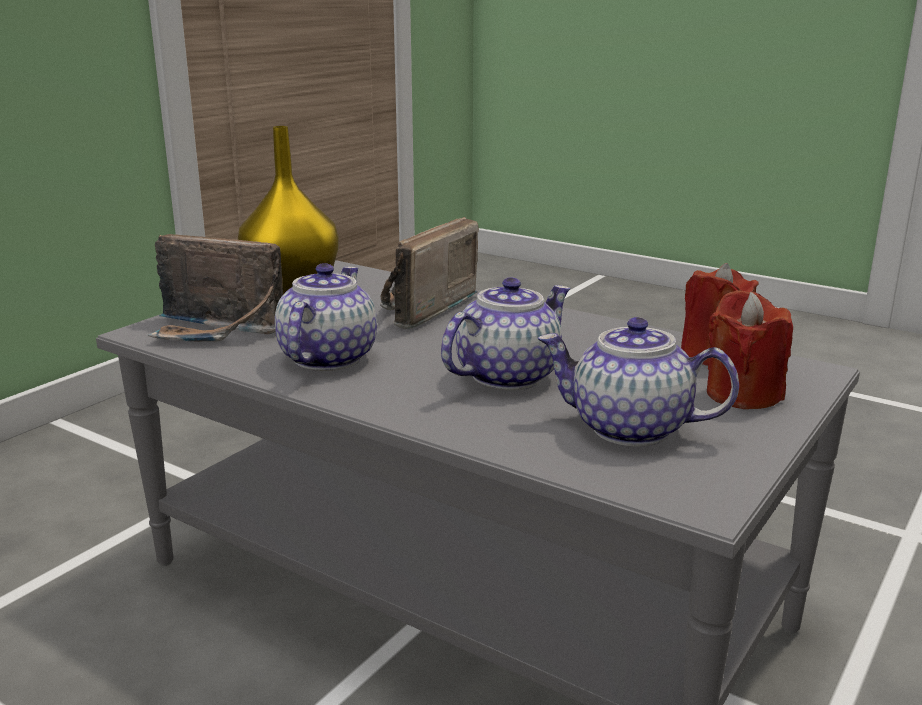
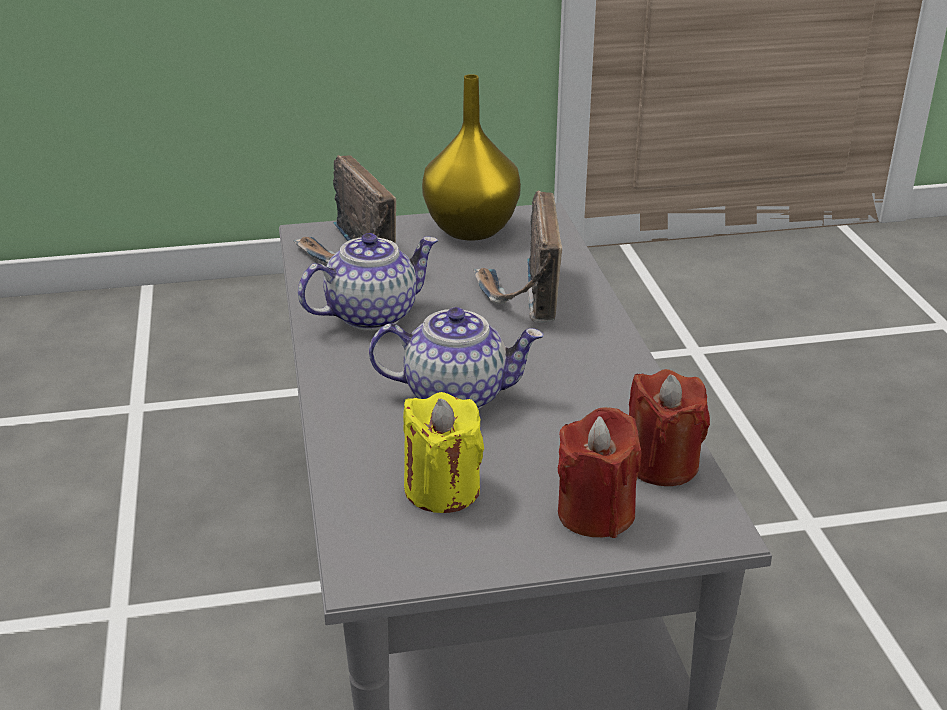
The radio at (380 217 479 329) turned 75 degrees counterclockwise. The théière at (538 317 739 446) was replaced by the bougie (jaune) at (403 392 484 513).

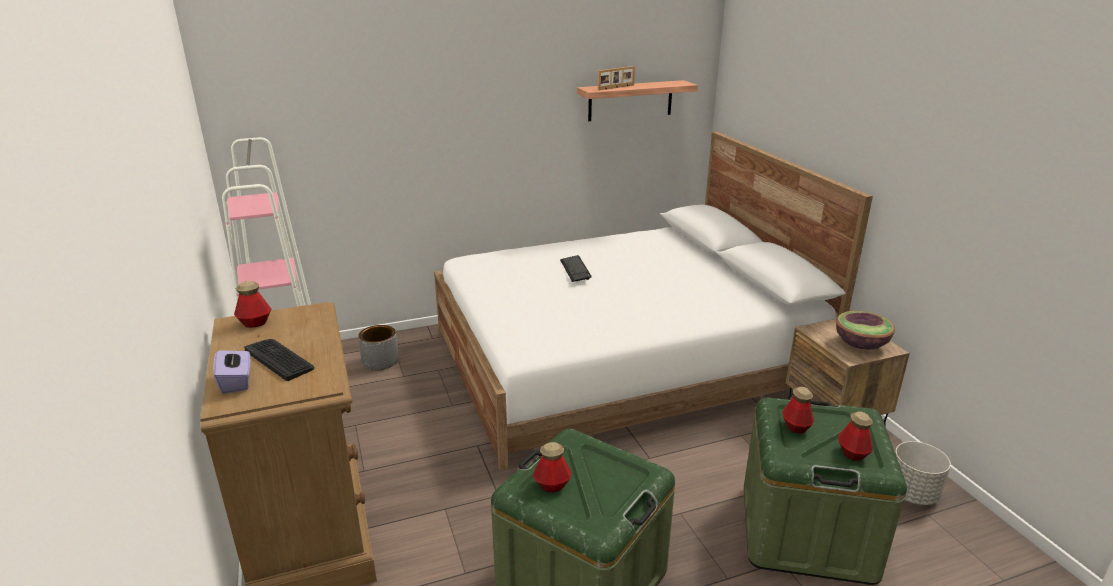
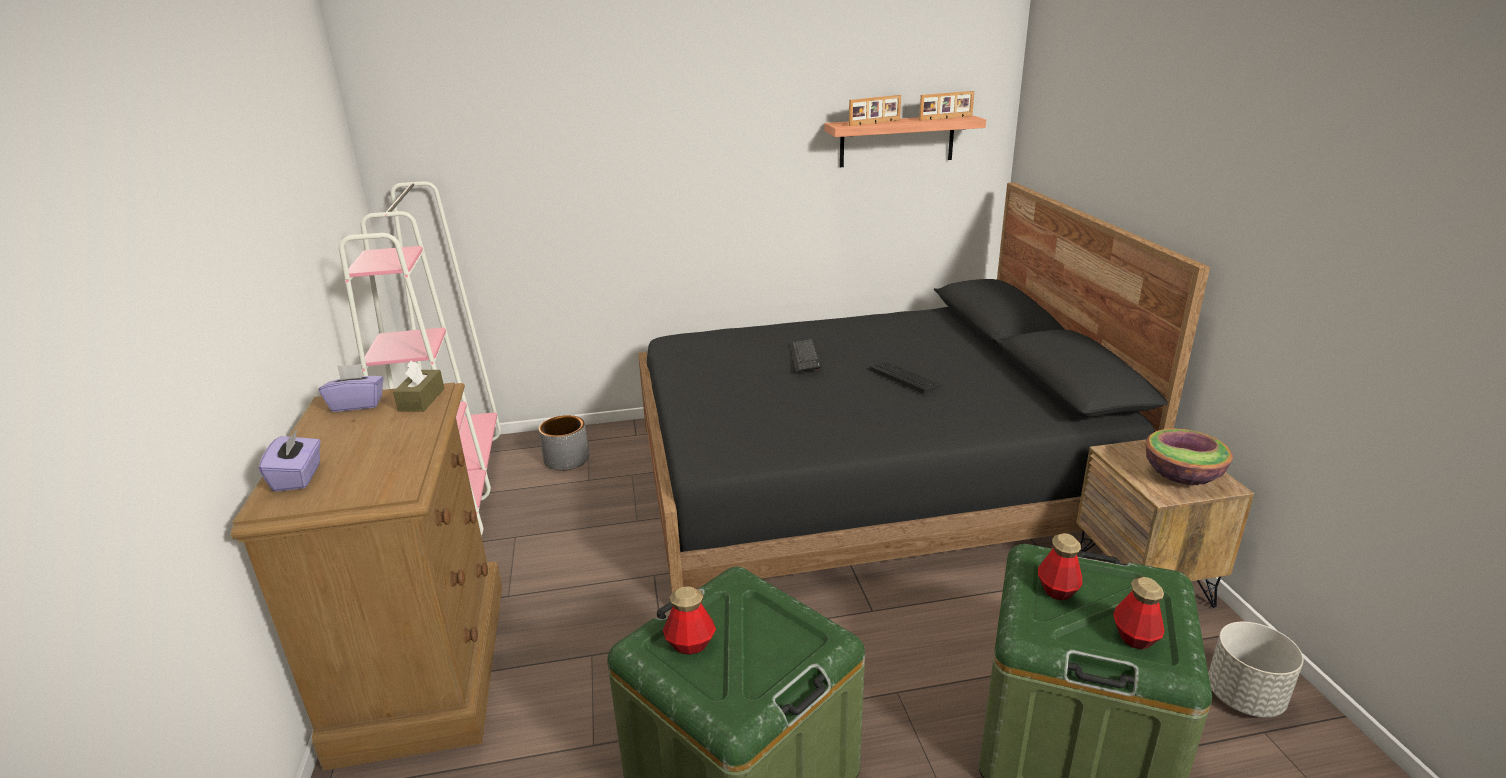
The bouteille at (234 281 271 328) was replaced by the boîte à mouchoirs (violet) at (319 364 384 412). The clavier moved from (244 339 314 381) to (870 362 941 394). The lit (blanc) at (434 131 873 471) became the lit (noir) at (638 182 1210 593). The boîte à mouchoirs (marron) at (393 360 444 412) appeared. The cadre photo at (919 91 974 121) appeared.

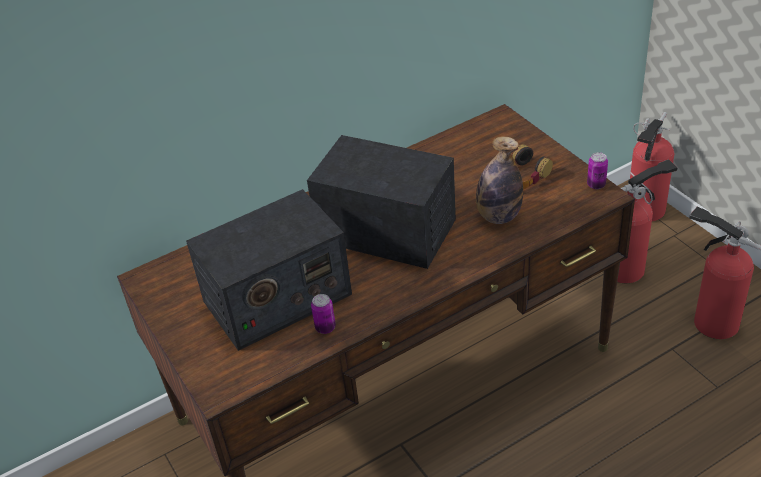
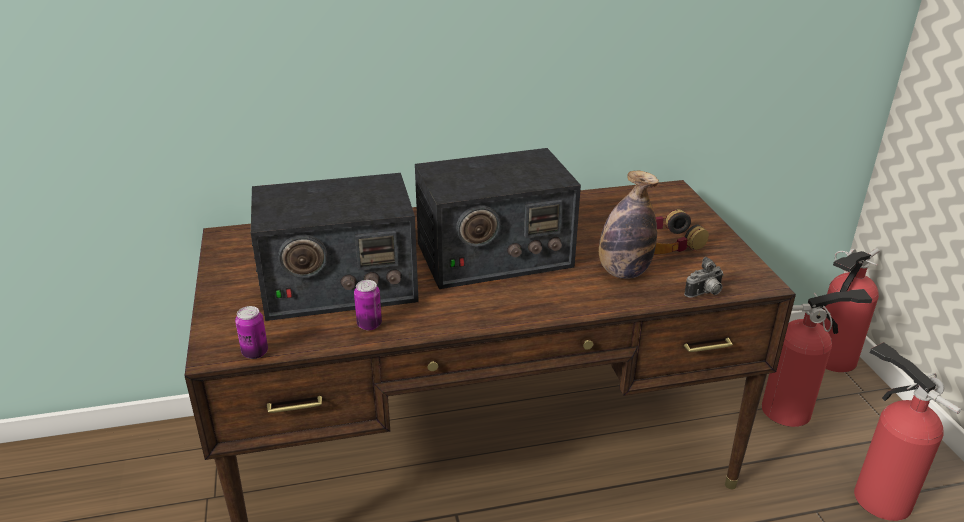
The radio at (307 135 456 269) turned 120 degrees clockwise. The boîte métallique moved from (587 152 608 189) to (235 306 268 359). The appareil photo at (684 257 723 298) appeared.

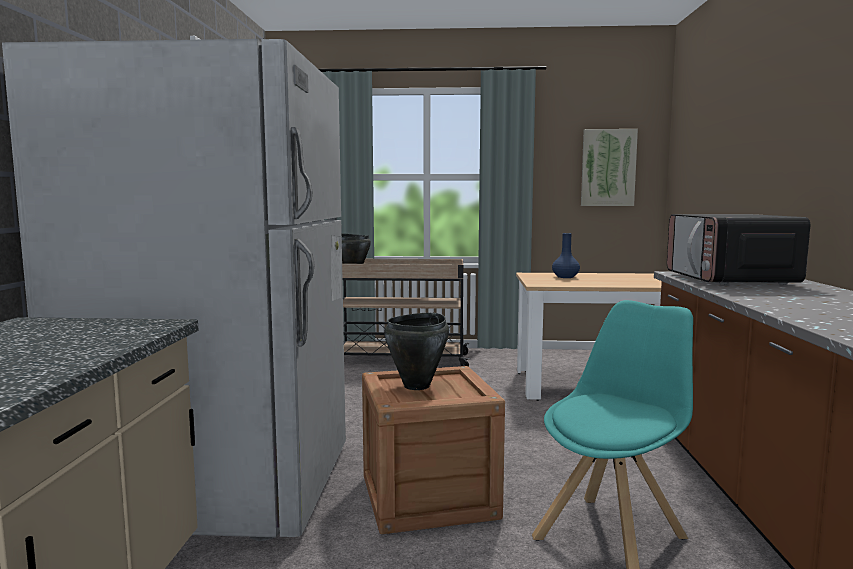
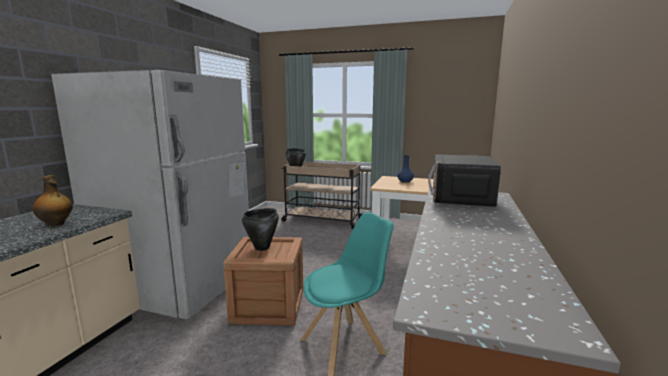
The tableau at (581 129 638 206) disappeared. The bouteille at (33 175 73 227) appeared.

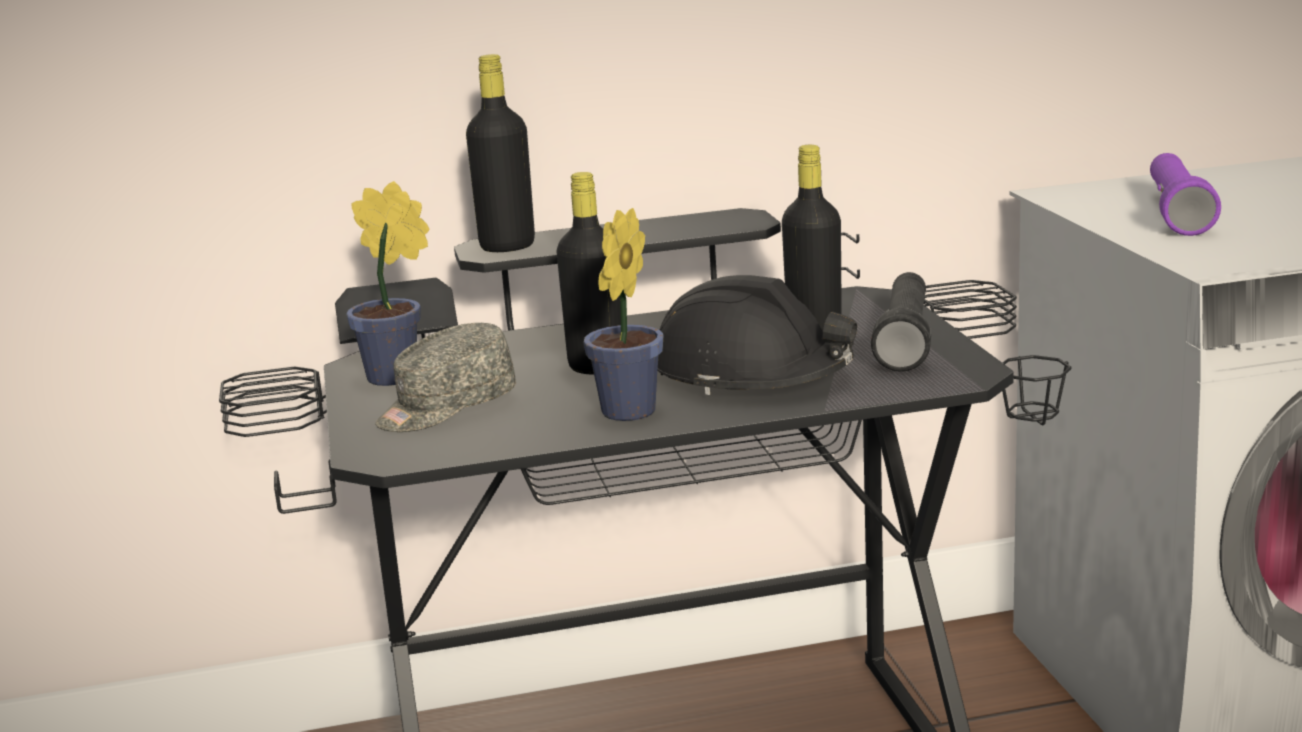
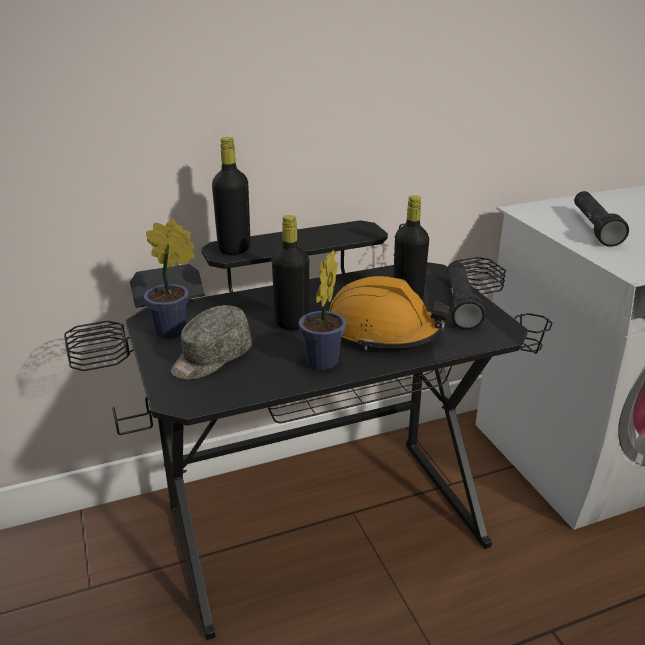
The casque de chantier (noir) at (658 275 857 395) became the casque de chantier (orange) at (329 276 450 350). The lampe de poche (violet) at (1150 153 1221 236) became the lampe de poche (noir) at (574 191 629 247).

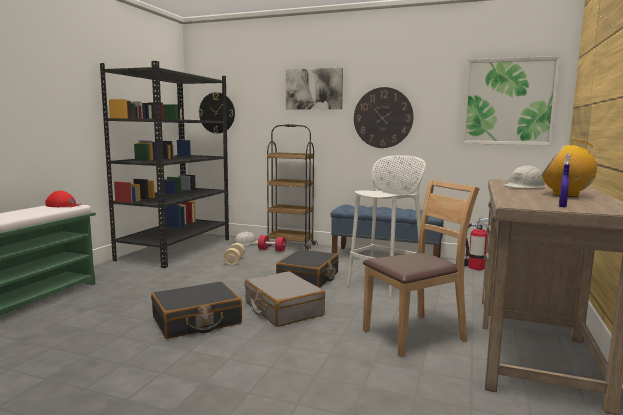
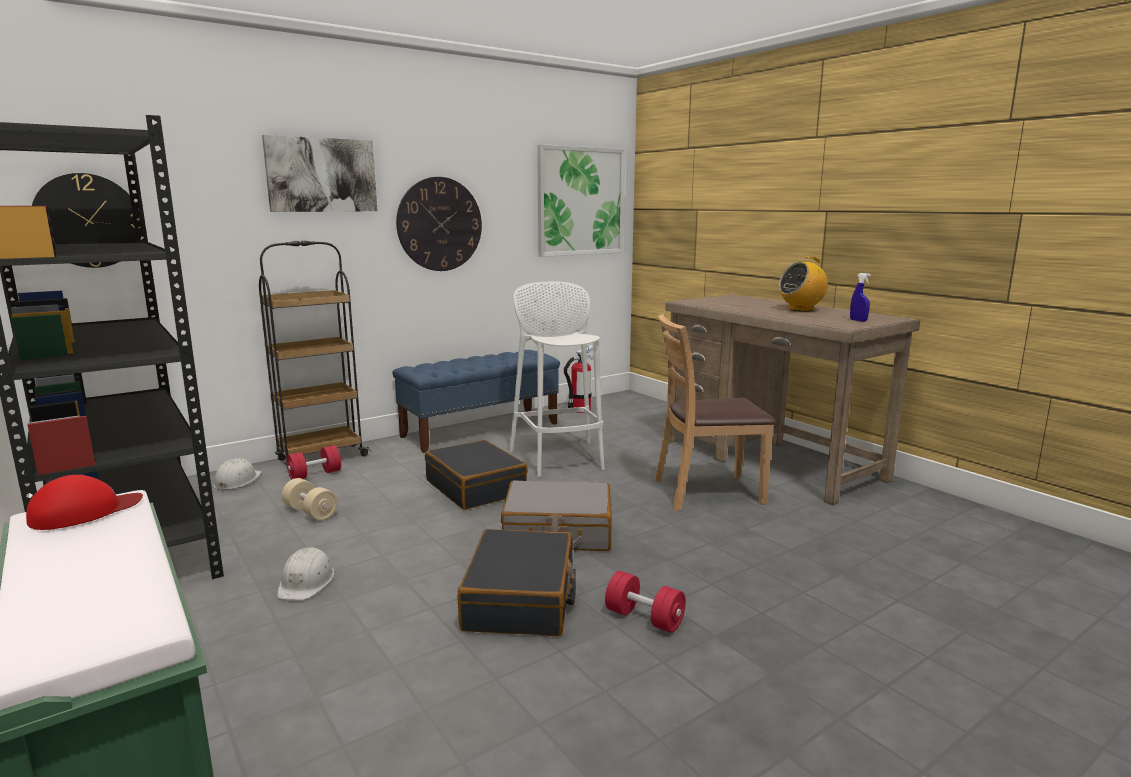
The chaise (marron) at (363 180 480 358) turned 105 degrees counterclockwise. The casque de chantier (blanc) moved from (503 165 546 188) to (277 547 334 600). The haltère (rouge) at (605 571 686 633) appeared.

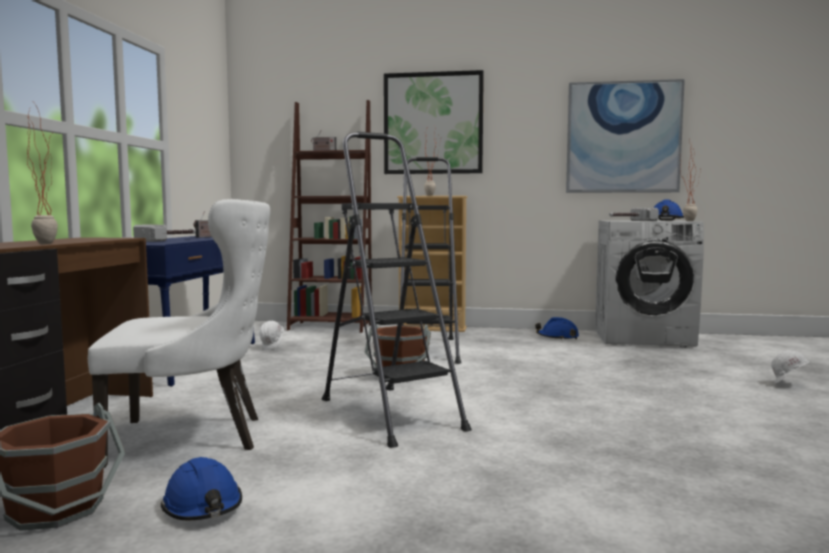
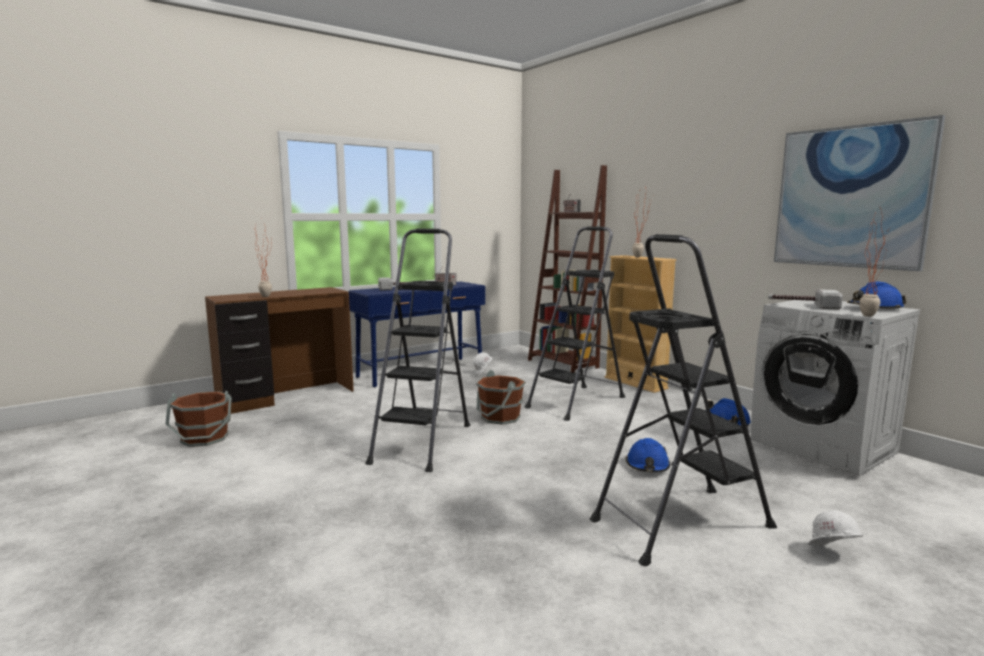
The chaise (blanc) at (88 199 270 468) disappeared. The casque de chantier (bleu) moved from (161 457 242 520) to (626 438 670 472). The tableau at (384 70 484 174) disappeared. The escabeau at (590 234 777 566) appeared.

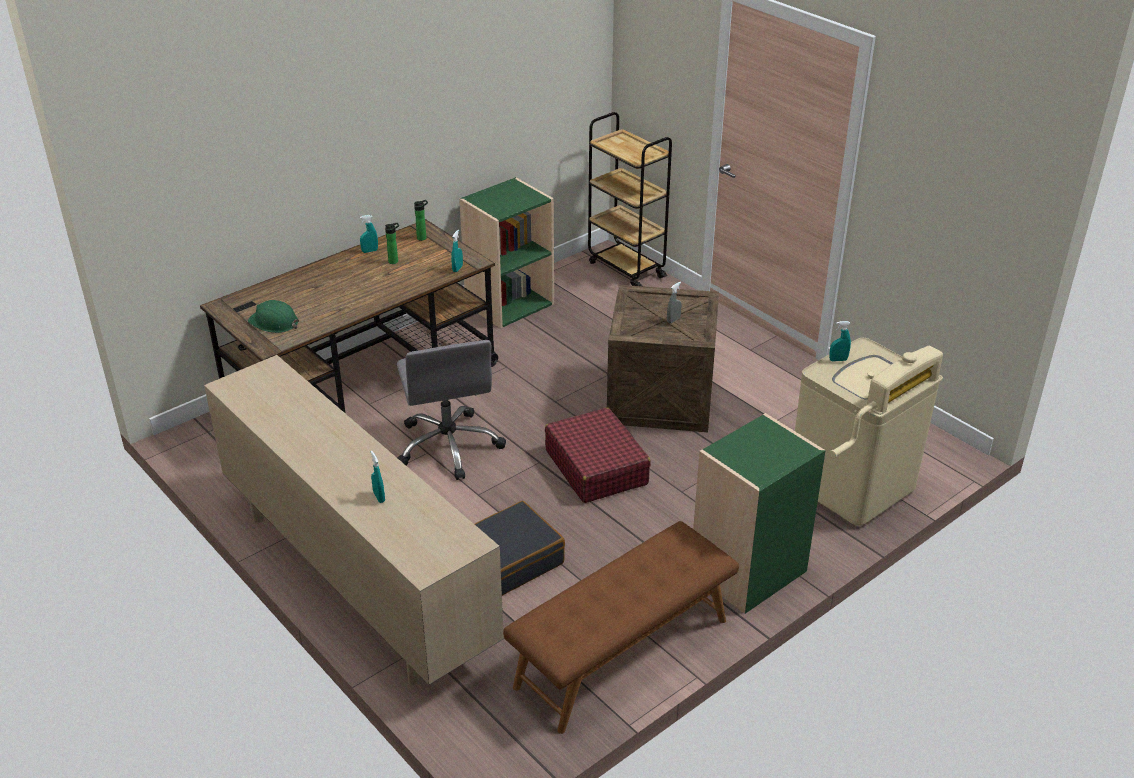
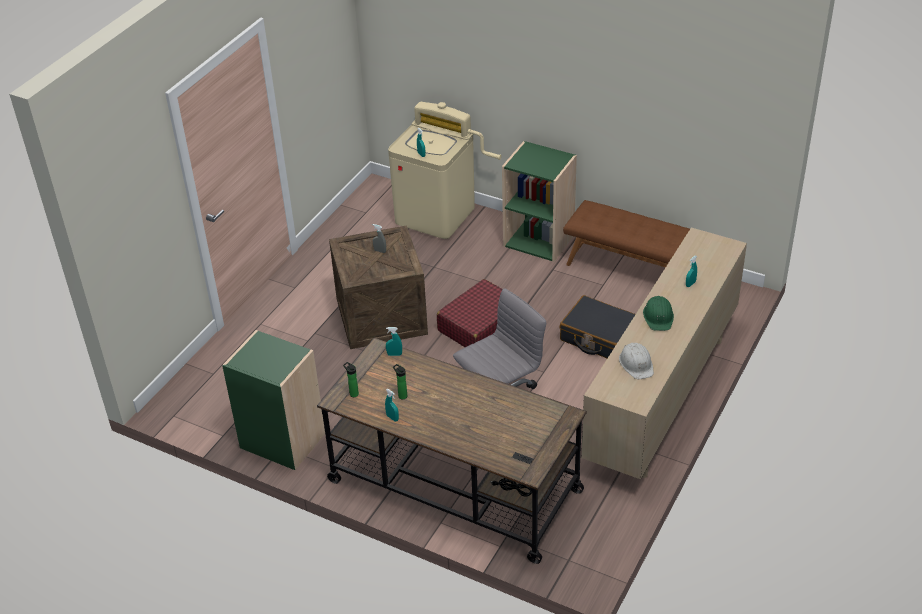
The casque de chantier (vert) moved from (248 300 300 333) to (643 296 674 331). The chariot (marron) at (588 112 672 286) disappeared. The casque de chantier (blanc) at (619 343 654 379) appeared.

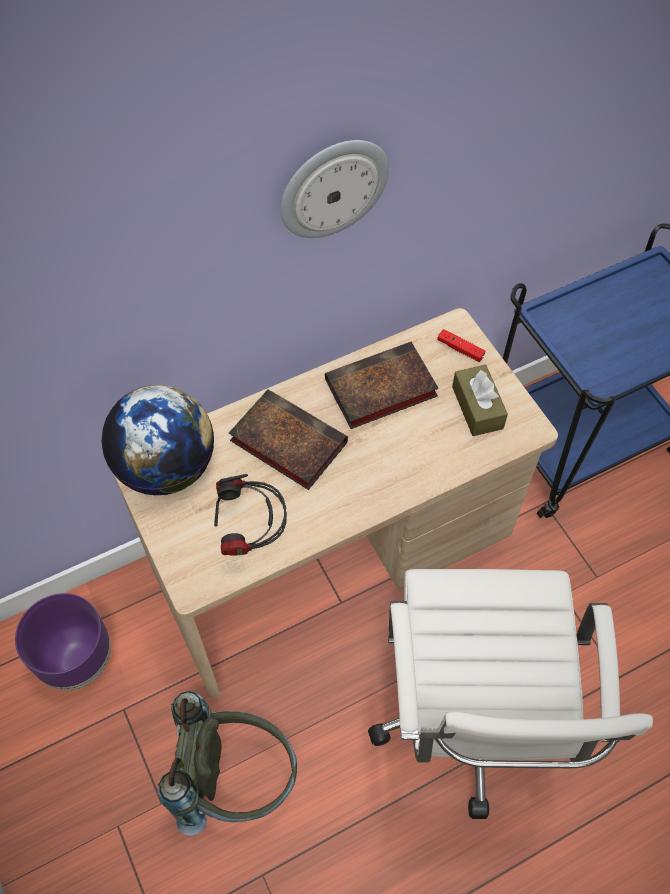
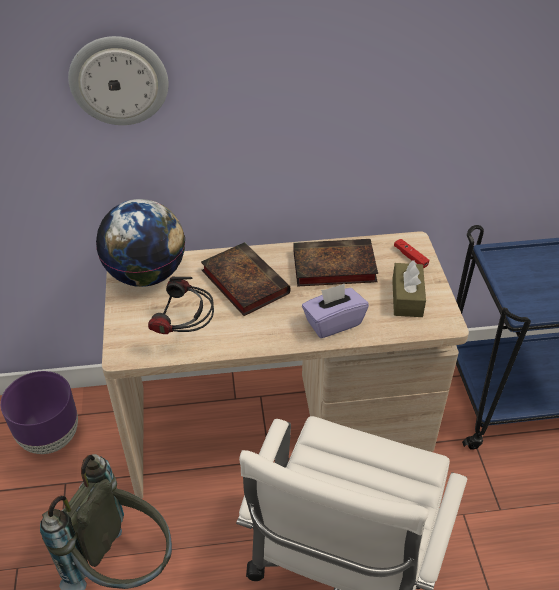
The horloge murale moved from (280 140 389 238) to (68 36 169 125). The boîte à mouchoirs (violet) at (302 284 369 338) appeared.

